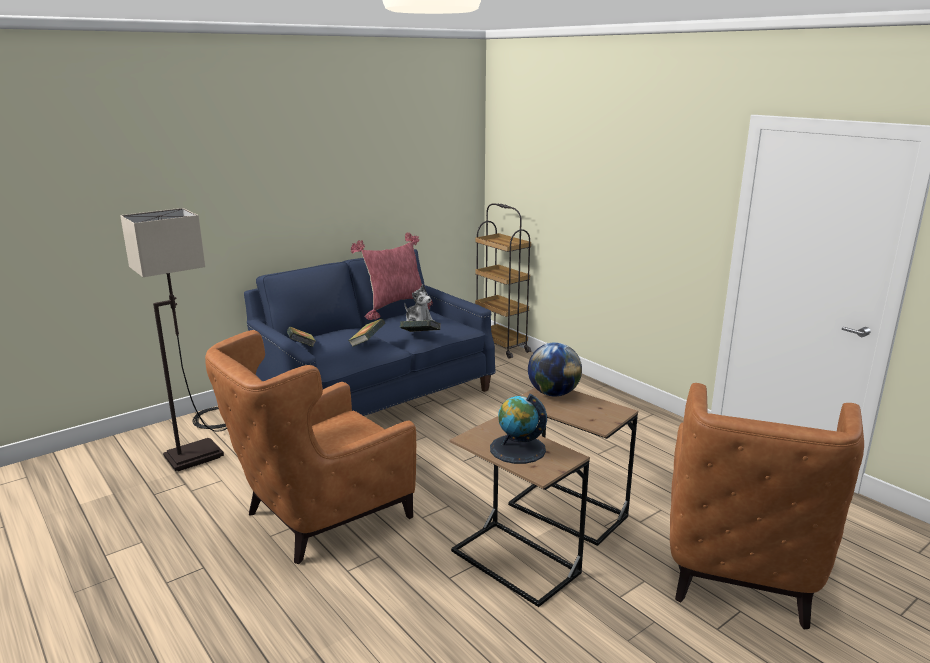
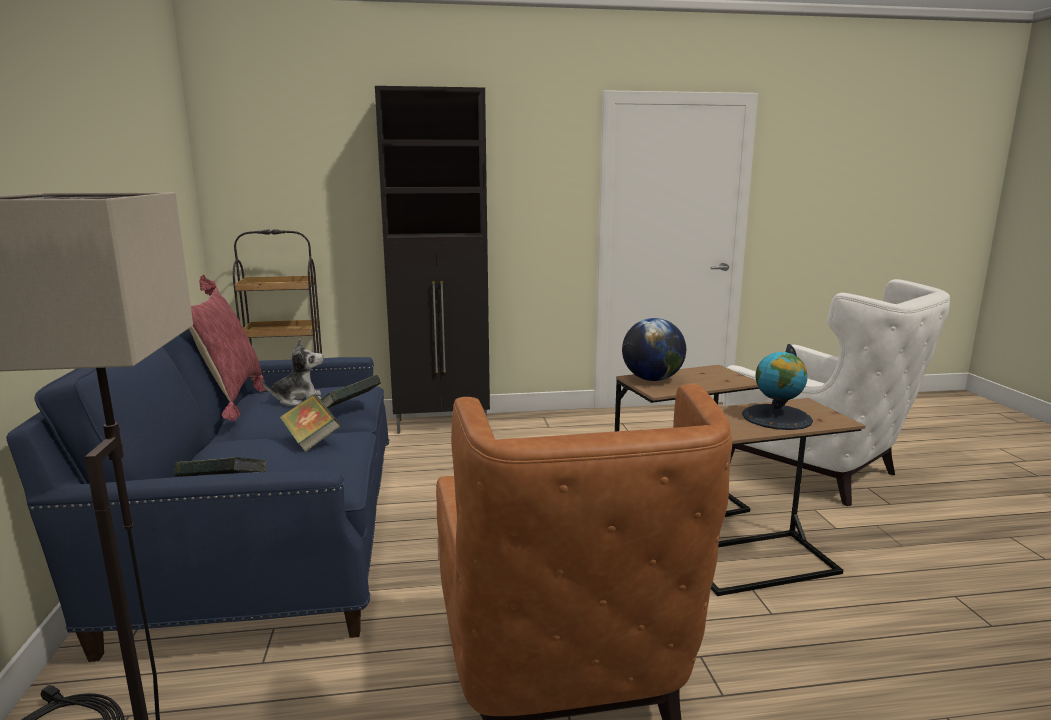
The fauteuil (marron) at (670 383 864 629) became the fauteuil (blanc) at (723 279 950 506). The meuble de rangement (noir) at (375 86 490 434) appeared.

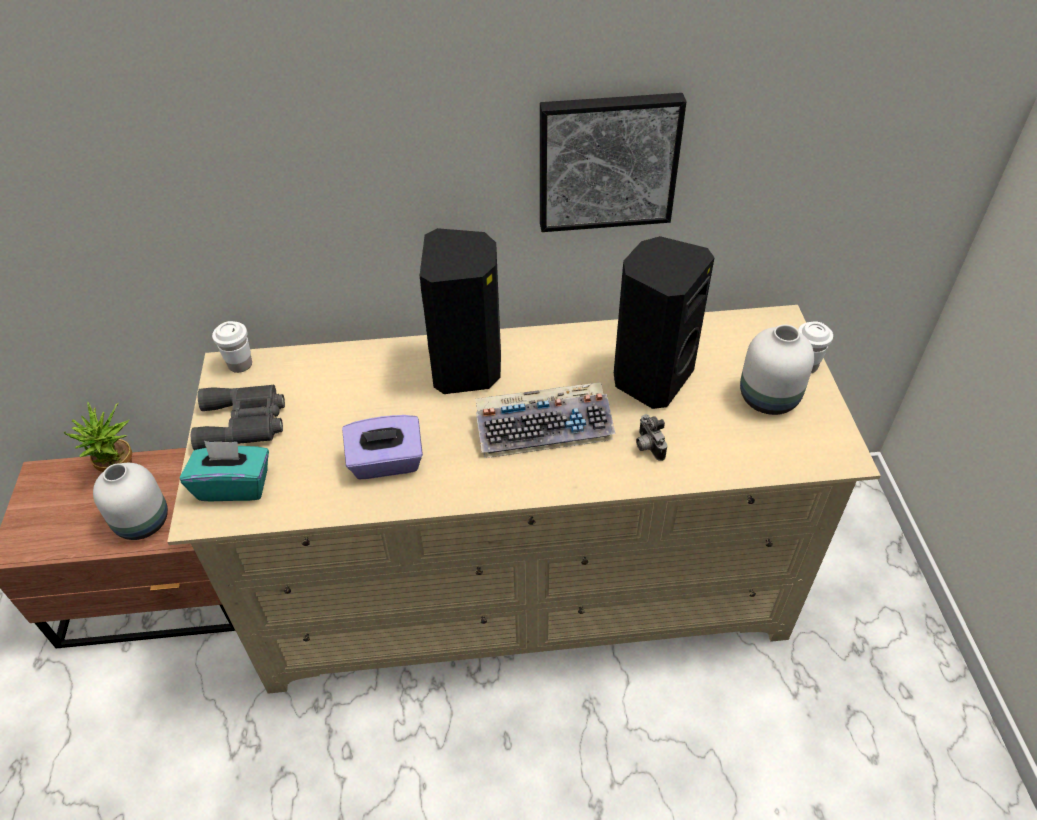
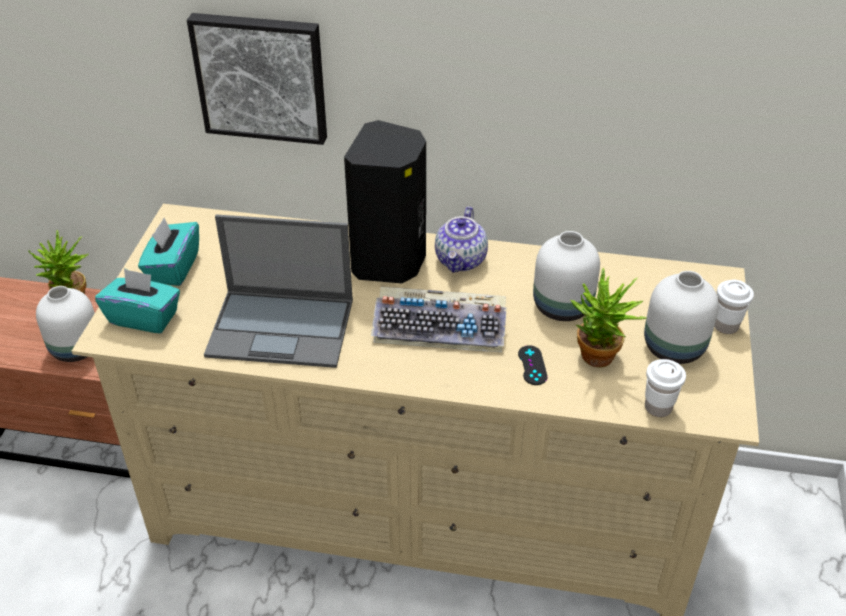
The jumelles (gris) at (191 385 285 450) was replaced by the boîte à mouchoirs (turquoise) at (138 218 199 286). The tasse (blanc) moved from (212 321 252 373) to (645 359 686 417). The boîte à mouchoirs (violet) at (342 415 423 480) was replaced by the ordinateur portable at (204 214 353 368). The tableau moved from (540 93 687 232) to (187 13 327 145). The enceinte (noir) at (614 236 715 409) was replaced by the vase (blanc) at (533 231 600 321). The appareil photo at (636 414 667 461) was replaced by the manette (noir) at (518 345 548 385). The théière at (435 206 488 273) appeared. The plante en pot at (570 268 647 368) appeared.

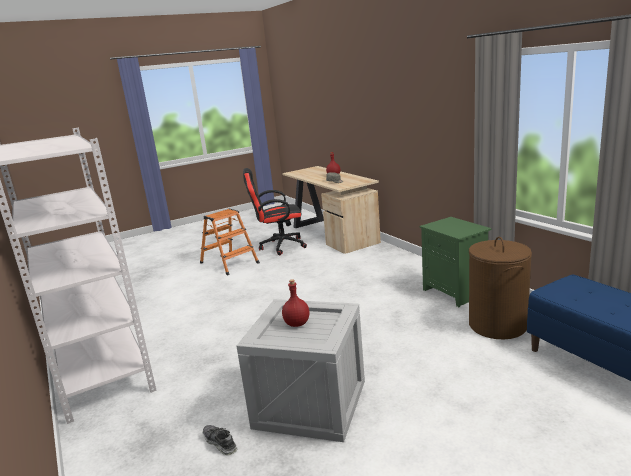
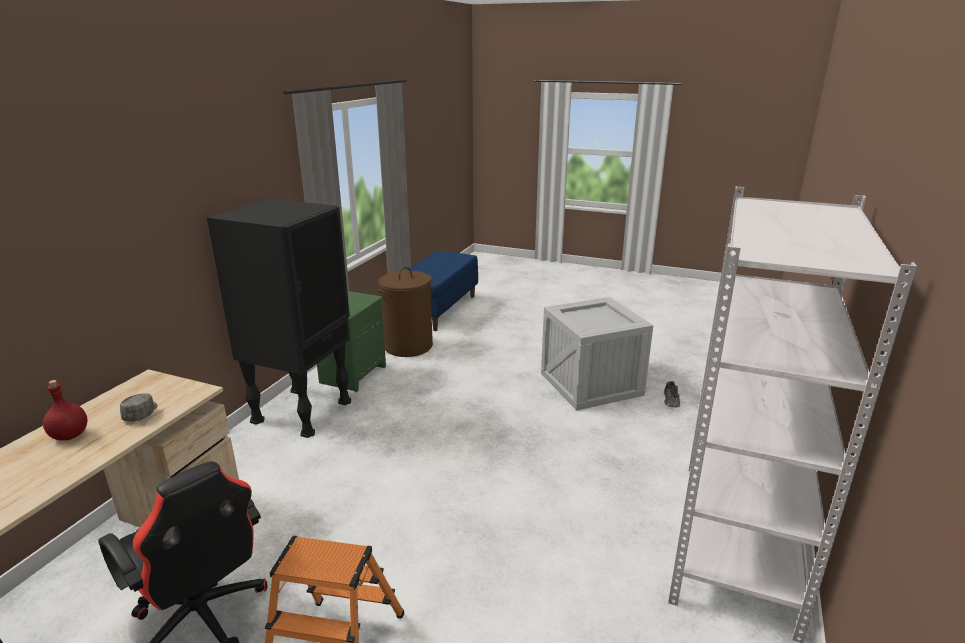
The bouteille (rouge) at (282 279 309 327) disappeared. The meuble de rangement (noir) at (207 199 351 438) appeared.

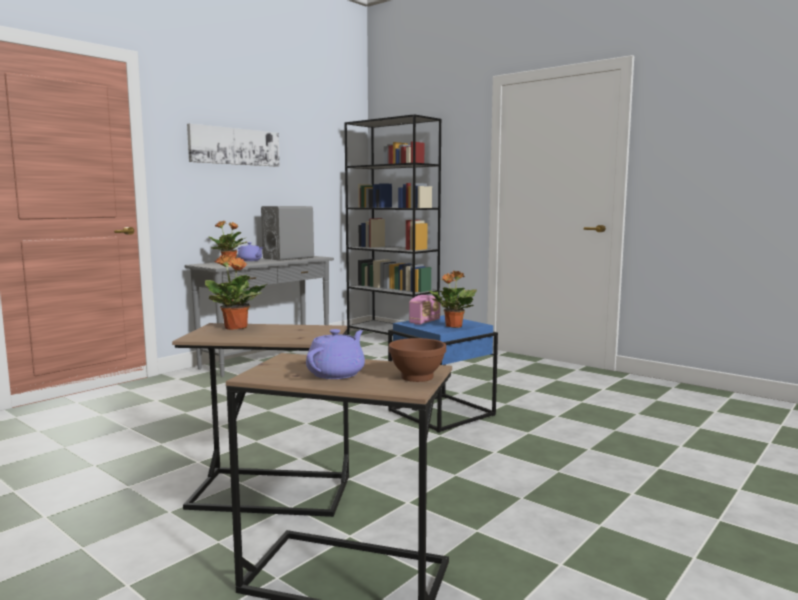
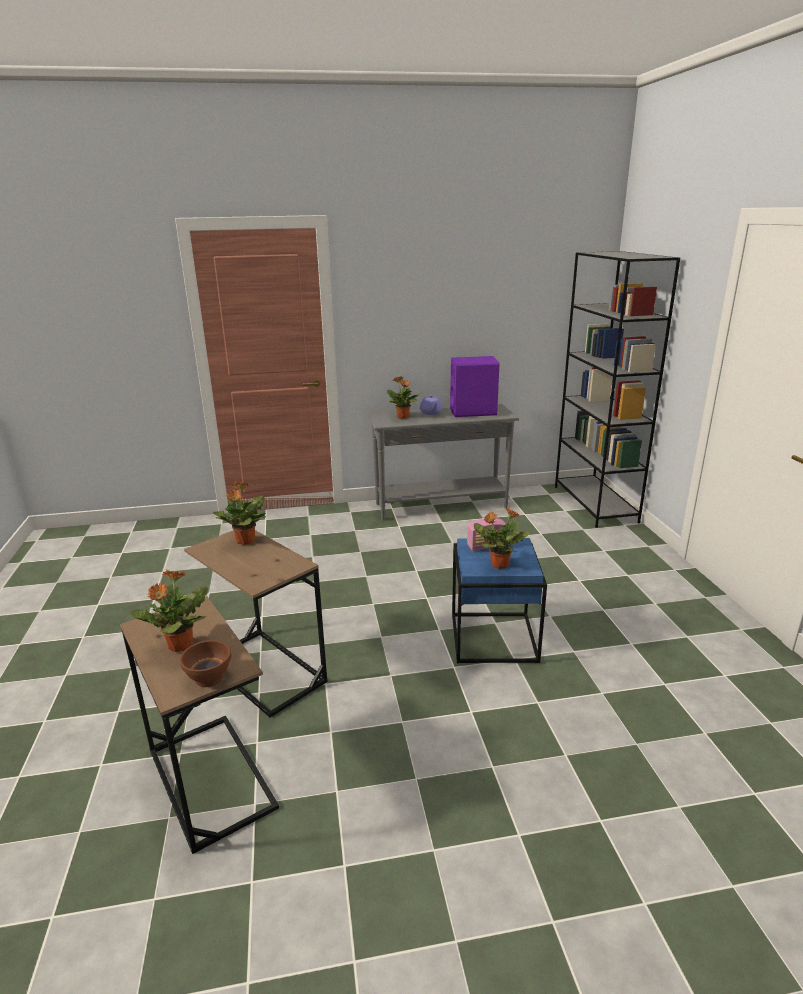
The tableau at (187 123 280 167) disappeared. The enceinte (gris) at (261 206 314 261) became the enceinte (violet) at (450 356 499 417). The théière (violet) at (306 329 365 379) was replaced by the plante en pot at (130 570 208 652).

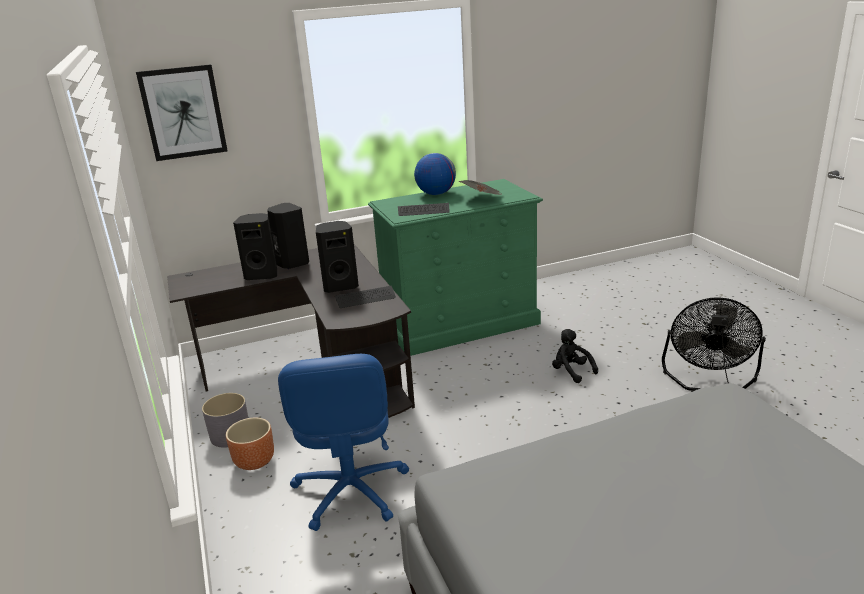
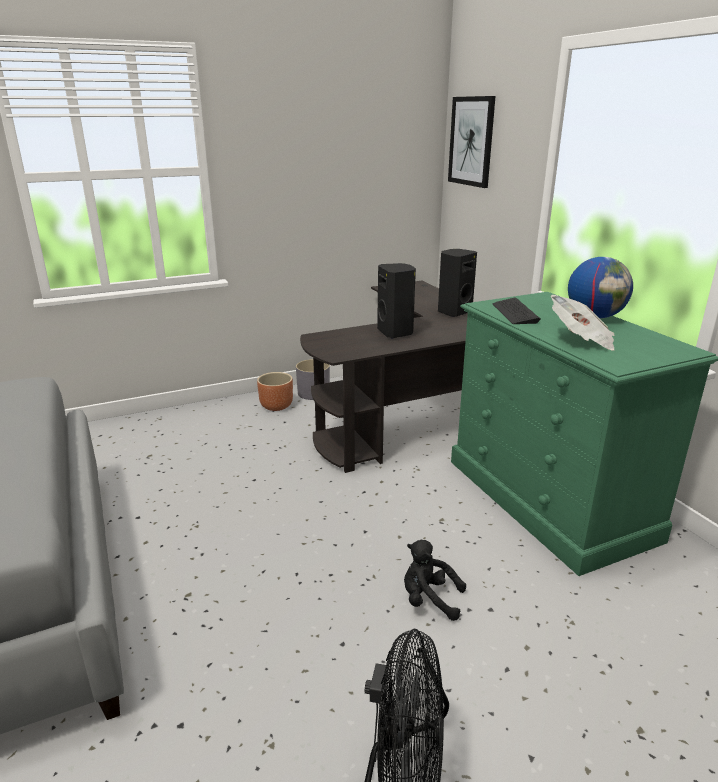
The enceinte (noir) at (233 213 277 280) disappeared. The chaise de bureau (bleu) at (278 354 409 531) disappeared. The clavier at (335 286 396 308) disappeared. The peluche (noir) at (552 329 598 383) turned 120 degrees counterclockwise.

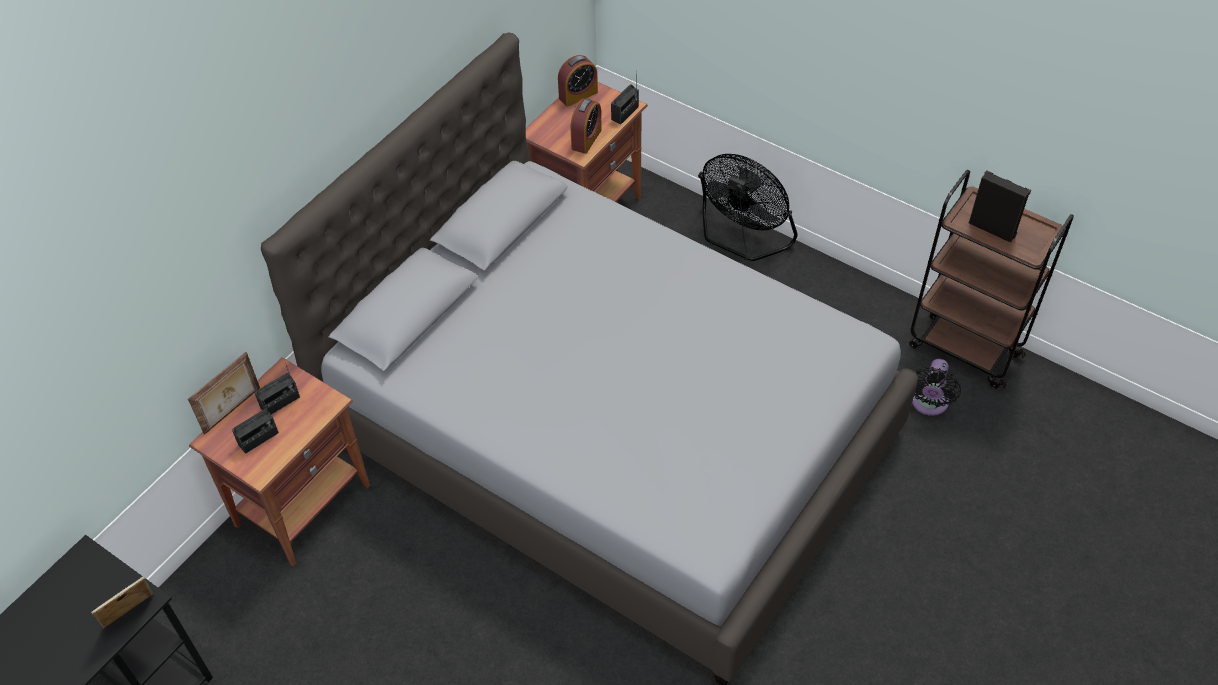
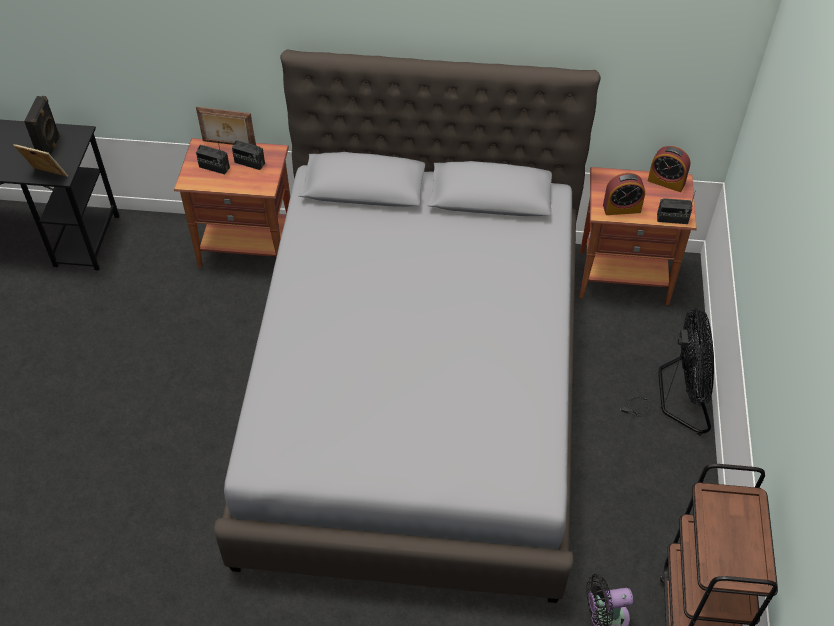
The enceinte (noir) moved from (969 170 1031 243) to (24 96 60 155).

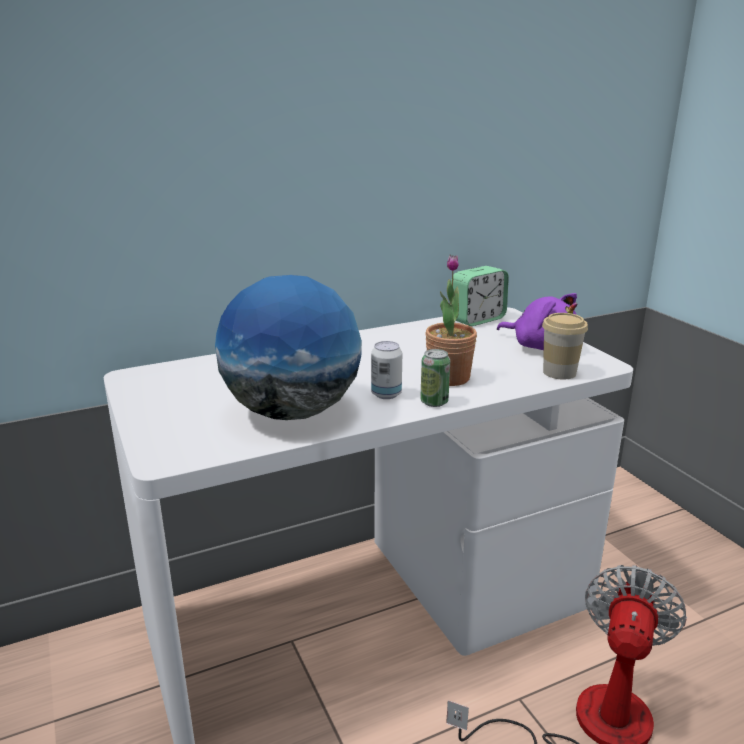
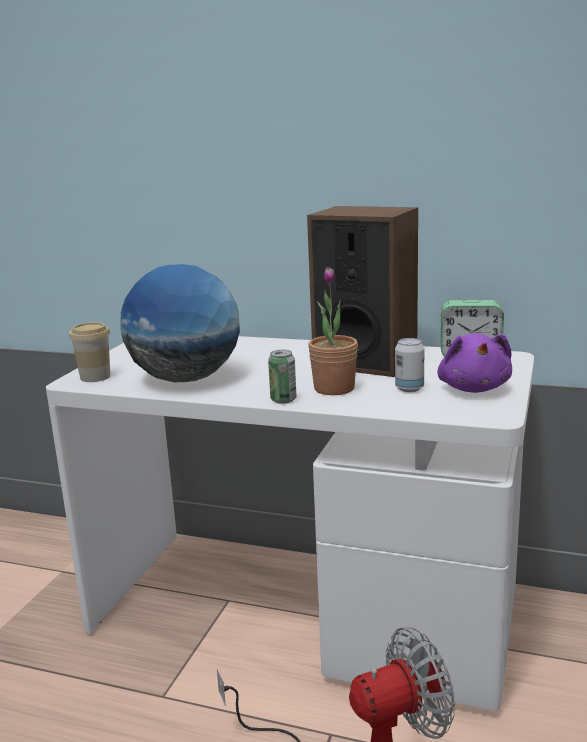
The boîte métallique moved from (371 341 402 399) to (395 338 424 392). The tasse moved from (542 313 588 379) to (69 322 110 382). The enceinte at (307 206 418 377) appeared.

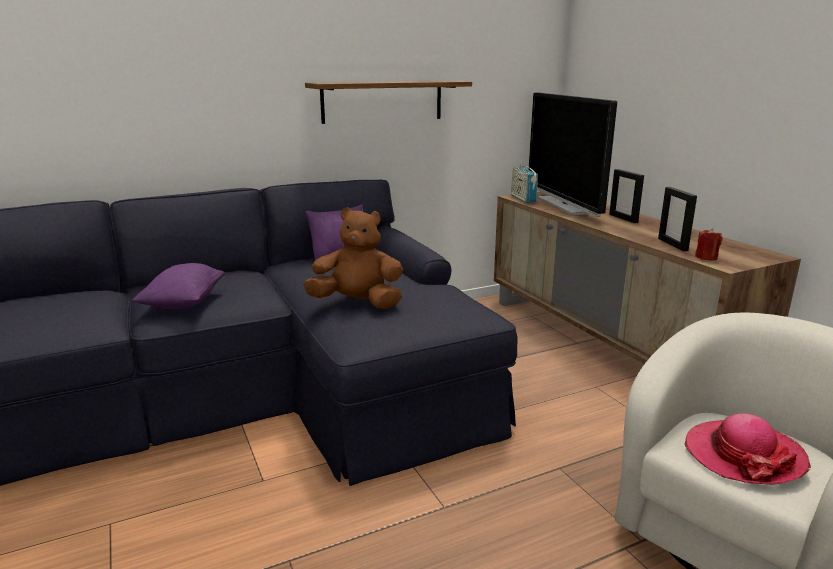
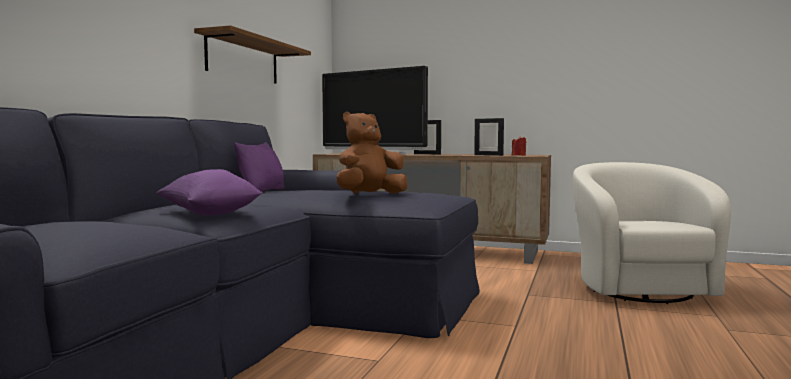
The radio at (511 161 538 203) disappeared. The chapeau at (685 413 811 485) disappeared.

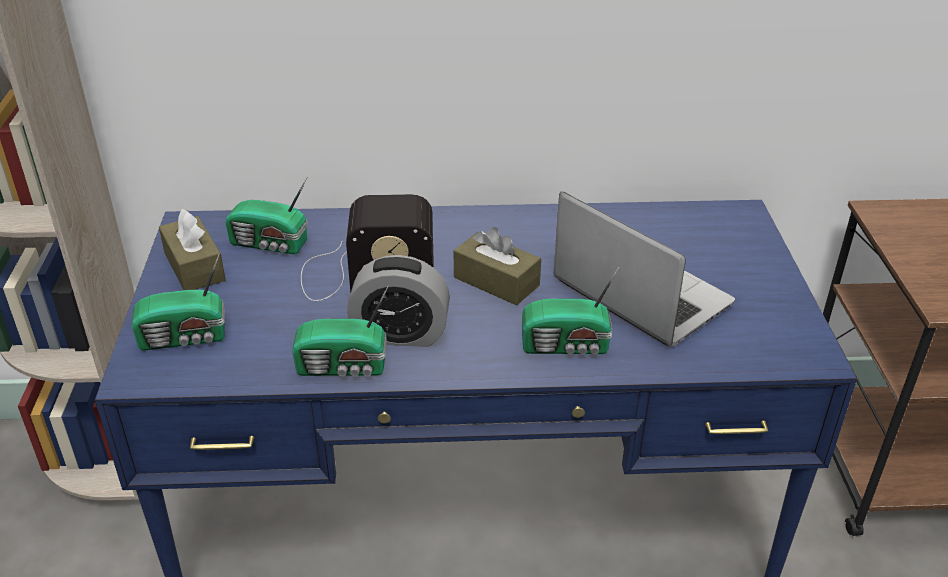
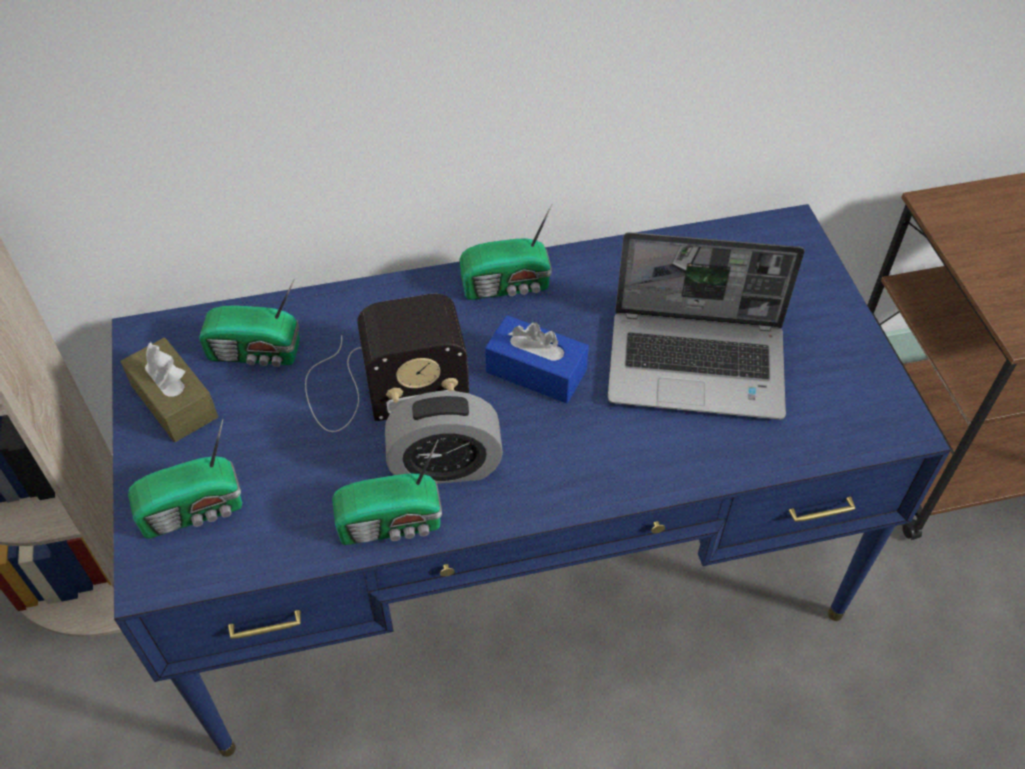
The boîte à mouchoirs (marron) at (454 227 541 305) became the boîte à mouchoirs (bleu) at (485 315 589 403). The radio moved from (522 266 620 355) to (459 204 552 300). The ordinateur portable at (554 192 735 346) turned 150 degrees clockwise.

